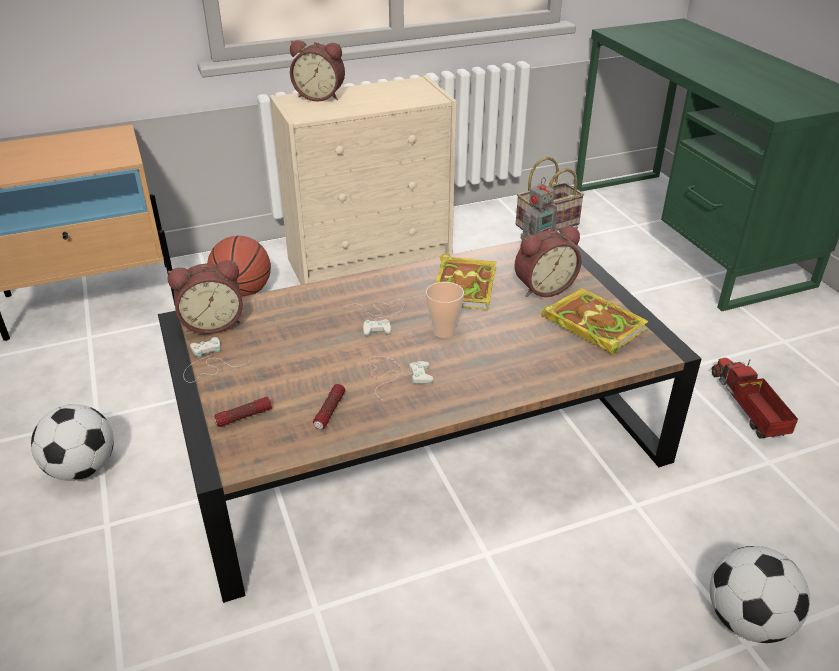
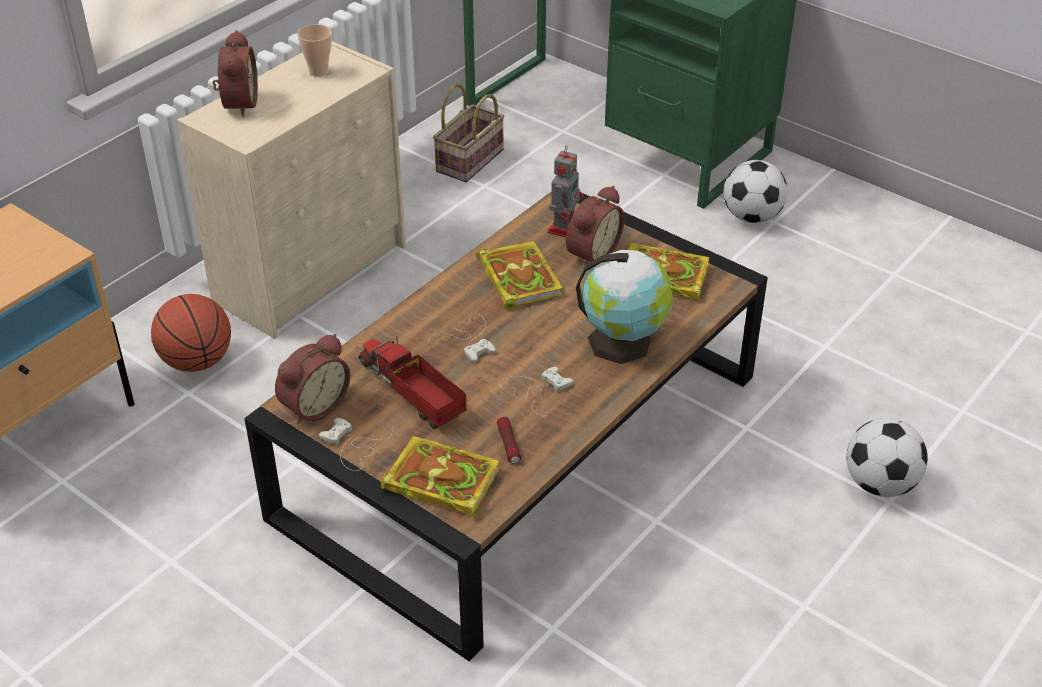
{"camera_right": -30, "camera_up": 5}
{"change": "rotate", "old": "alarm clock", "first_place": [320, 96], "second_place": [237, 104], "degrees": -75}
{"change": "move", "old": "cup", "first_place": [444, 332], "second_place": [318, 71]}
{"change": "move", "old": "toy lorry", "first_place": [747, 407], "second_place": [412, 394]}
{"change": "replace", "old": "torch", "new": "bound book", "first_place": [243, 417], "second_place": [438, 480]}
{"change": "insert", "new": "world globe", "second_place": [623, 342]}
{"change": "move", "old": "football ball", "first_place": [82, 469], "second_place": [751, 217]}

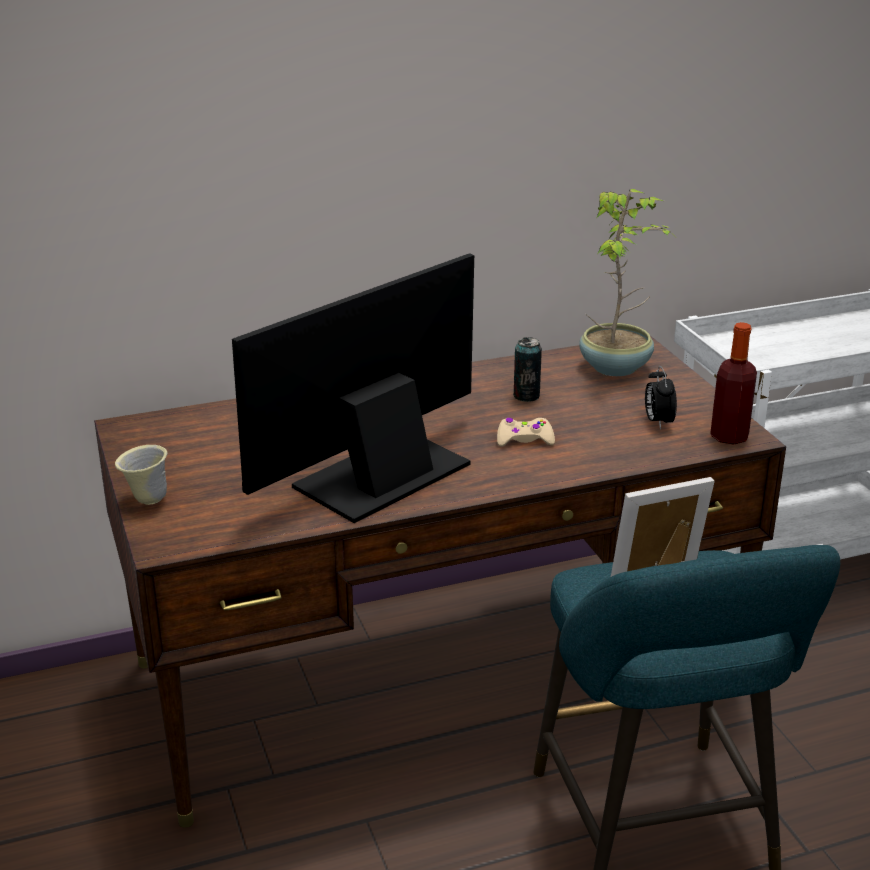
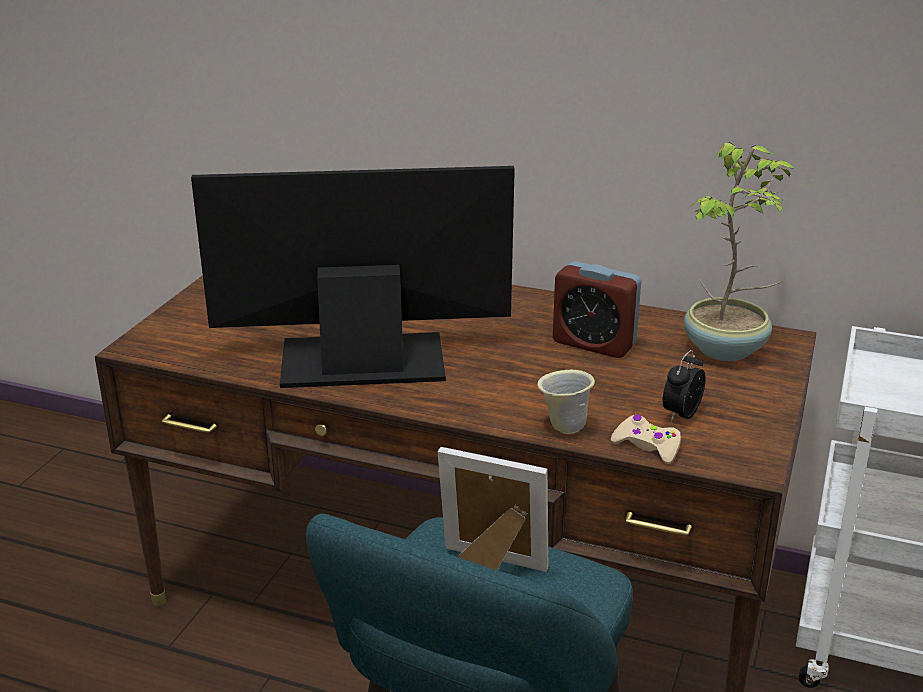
{"camera_right": 40, "camera_up": 0}
{"change": "move", "old": "tea mug (beige)", "first_place": [146, 500], "second_place": [563, 427]}
{"change": "replace", "old": "metal can", "new": "alarm clock", "first_place": [526, 396], "second_place": [594, 343]}
{"change": "move", "old": "joypad (beige)", "first_place": [524, 439], "second_place": [647, 446]}
{"change": "delete", "old": "bottle", "first_place": [729, 436]}

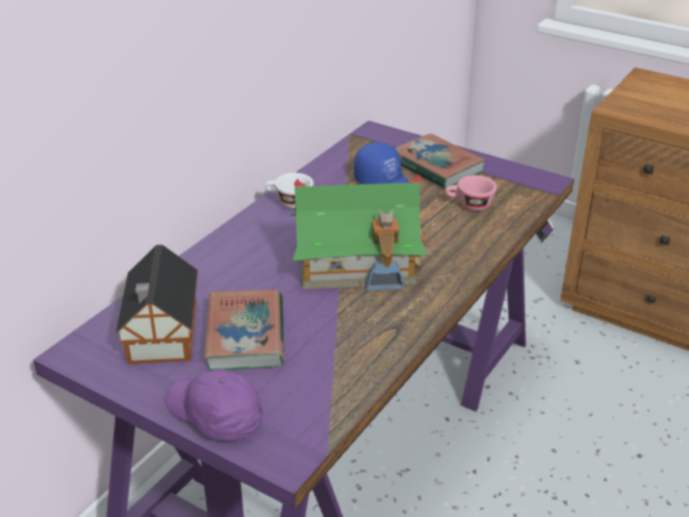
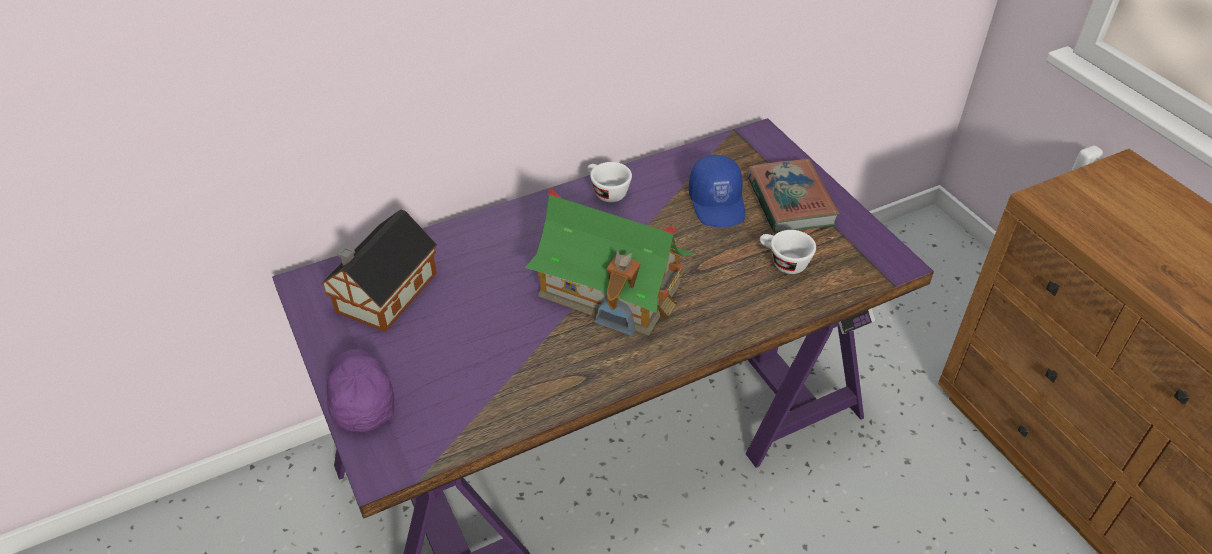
{"camera_right": 30, "camera_up": 10}
{"change": "recolor", "old": "cup (pink)", "new": "cup (white)", "first_place": [469, 205], "second_place": [783, 262]}
{"change": "delete", "old": "bound book", "first_place": [246, 335]}

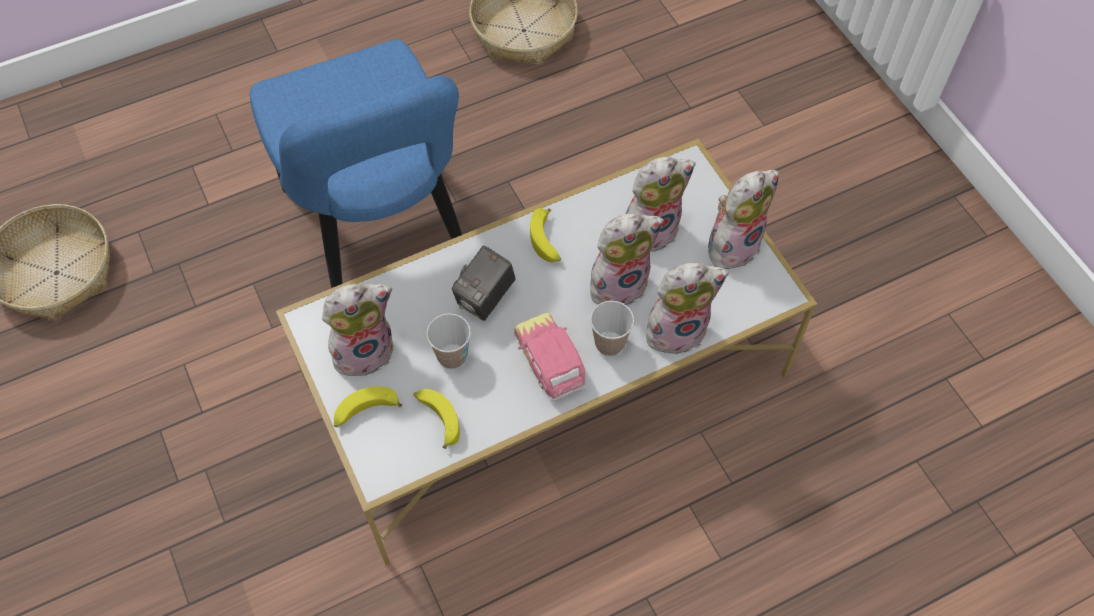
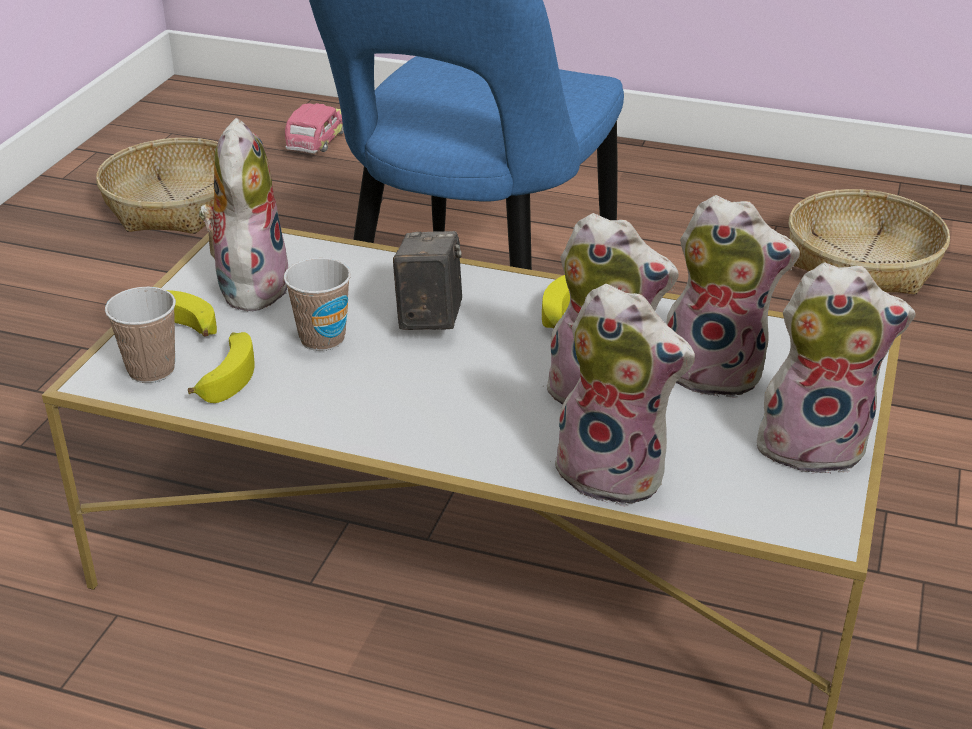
{"camera_right": 45, "camera_up": -25}
{"change": "move", "old": "cup", "first_place": [609, 343], "second_place": [151, 370]}
{"change": "rotate", "old": "plush toy", "first_place": [364, 350], "second_place": [249, 286], "degrees": -105}
{"change": "move", "old": "model car", "first_place": [549, 362], "second_place": [317, 142]}
{"change": "rotate", "old": "photo camera", "first_place": [485, 299], "second_place": [429, 318], "degrees": 105}

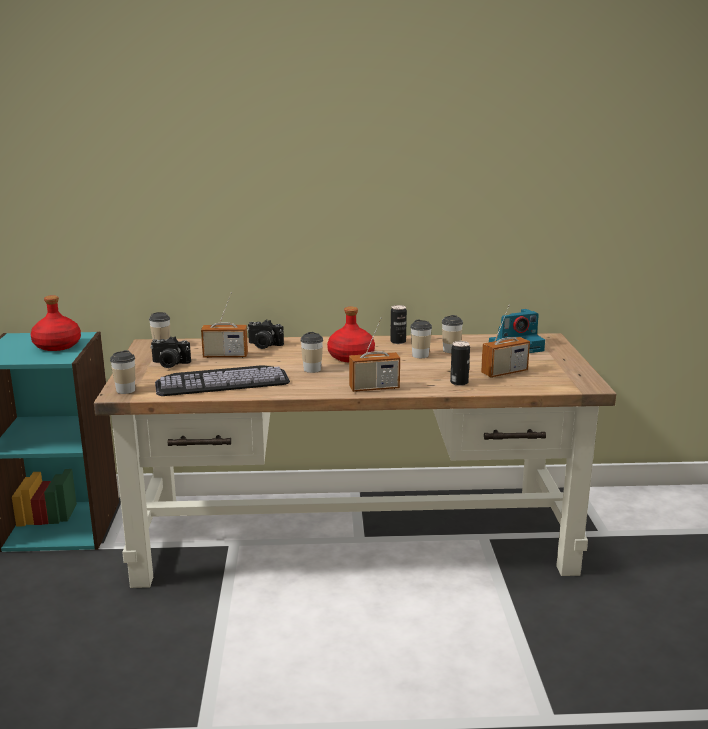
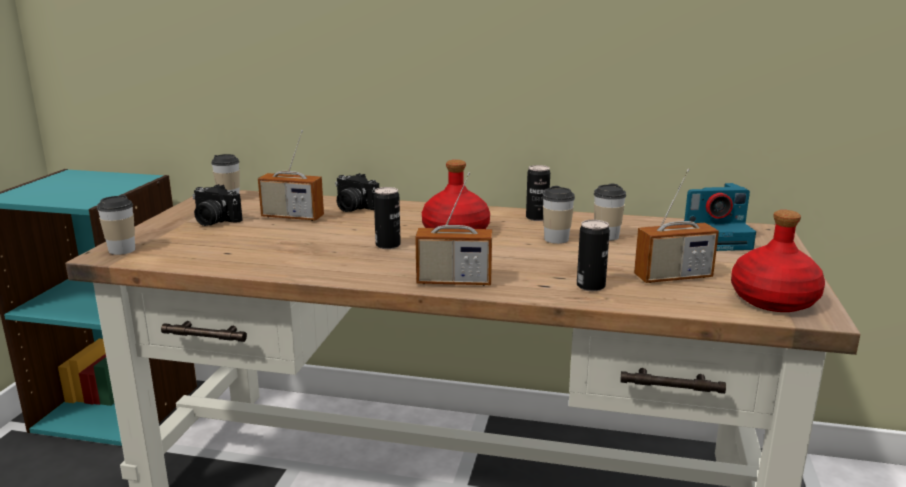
{"camera_right": 15, "camera_up": 0}
{"change": "replace", "old": "cup", "new": "metal can", "first_place": [312, 369], "second_place": [388, 245]}
{"change": "move", "old": "bottle (red-coloured)", "first_place": [58, 346], "second_place": [774, 300]}
{"change": "delete", "old": "computer keyboard", "first_place": [222, 380]}

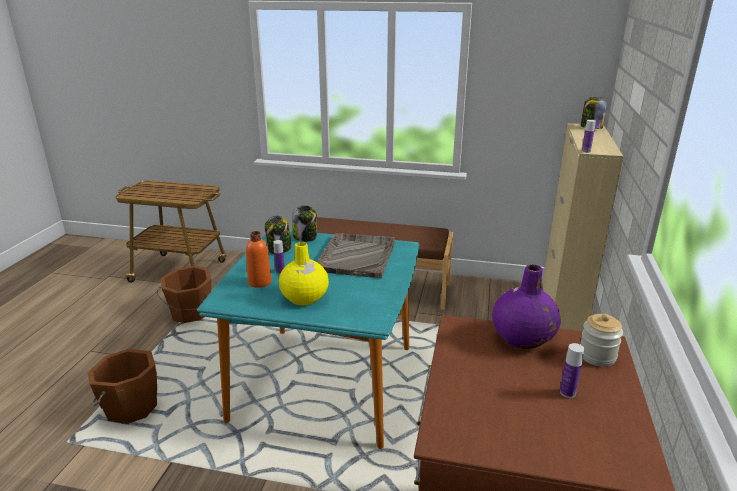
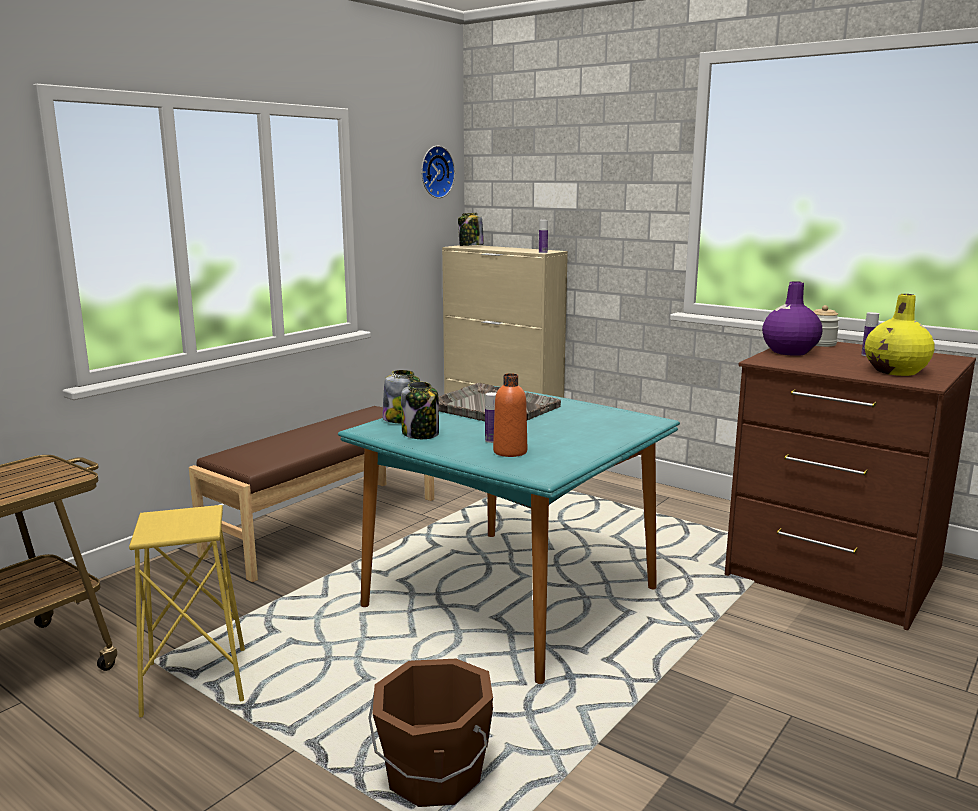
{"camera_right": -65, "camera_up": -10}
{"change": "replace", "old": "pail (brownish)", "new": "stool (yellow-coloured)", "first_place": [191, 313], "second_place": [195, 682]}
{"change": "insert", "new": "wall clock", "second_place": [435, 172]}
{"change": "move", "old": "vase (yellow-coloured)", "first_place": [304, 298], "second_place": [896, 371]}

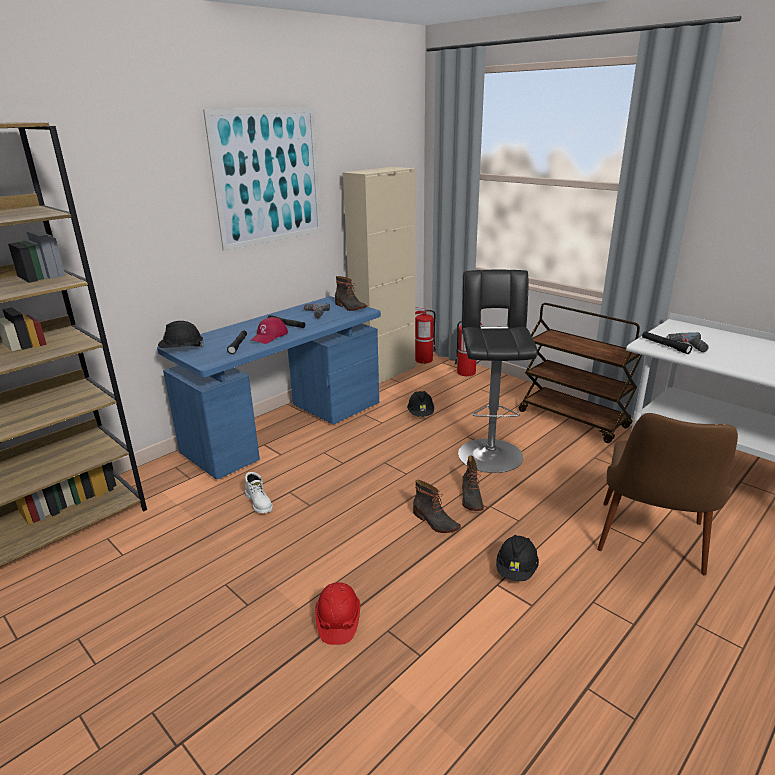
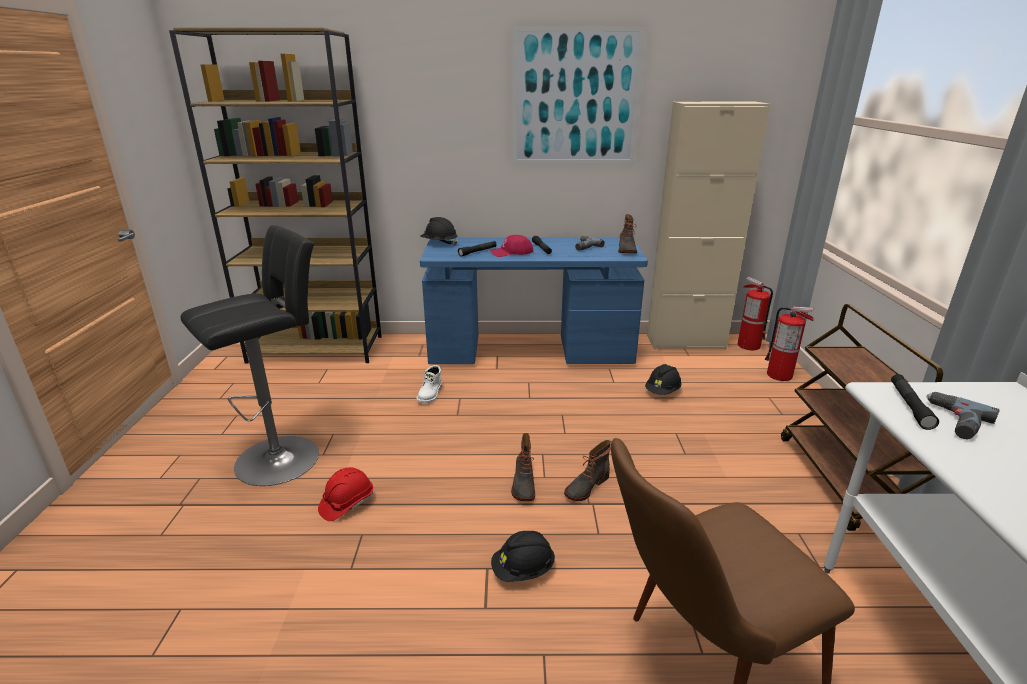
{"camera_right": 45, "camera_up": 0}
{"change": "move", "old": "stool (black)", "first_place": [489, 452], "second_place": [283, 457]}

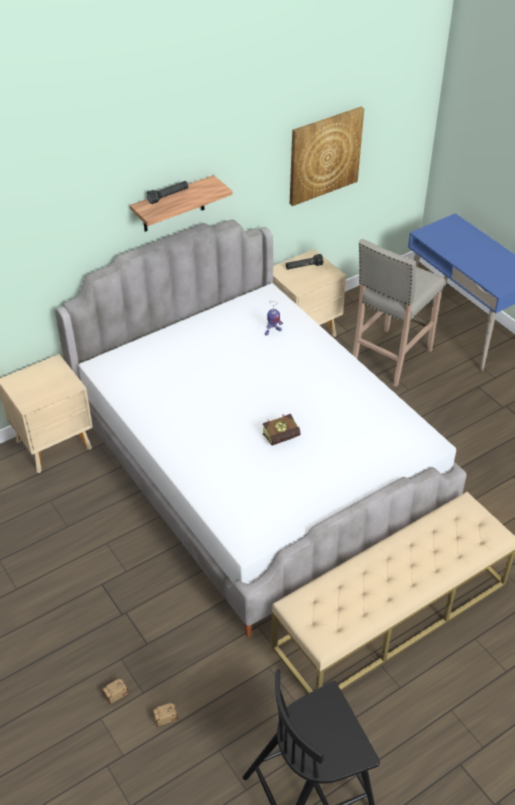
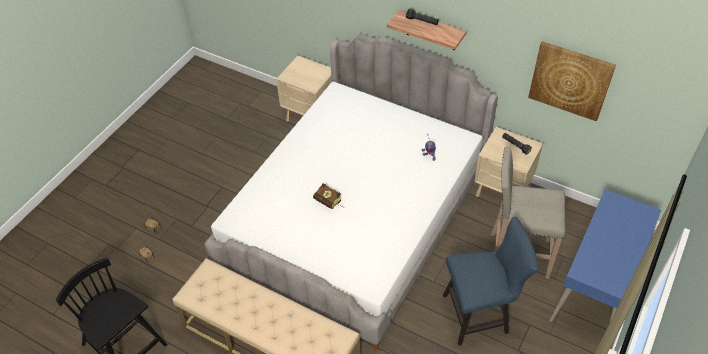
{"camera_right": 65, "camera_up": 5}
{"change": "insert", "new": "chair (bluish)", "second_place": [480, 314]}

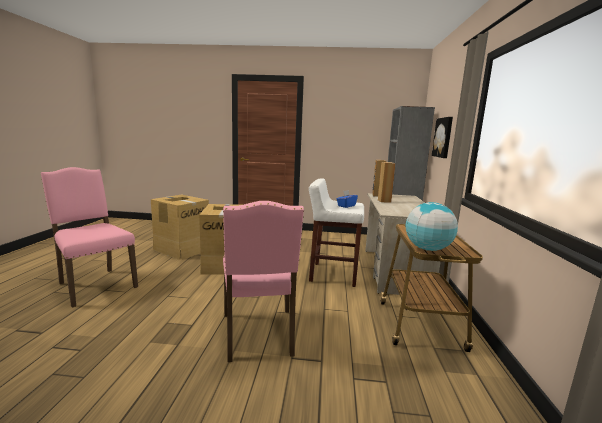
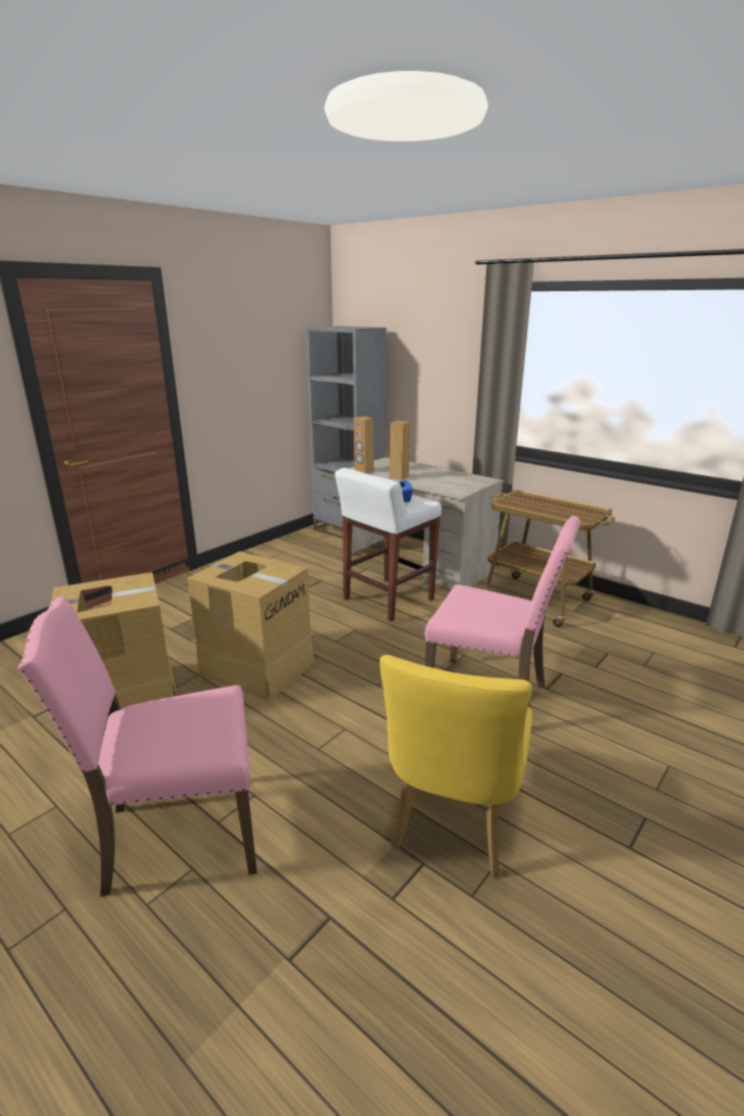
{"camera_right": -55, "camera_up": 10}
{"change": "insert", "new": "chair (yellow-coloured)", "second_place": [453, 825]}
{"change": "delete", "old": "world globe", "first_place": [427, 249]}
{"change": "delete", "old": "wall art", "first_place": [443, 137]}

